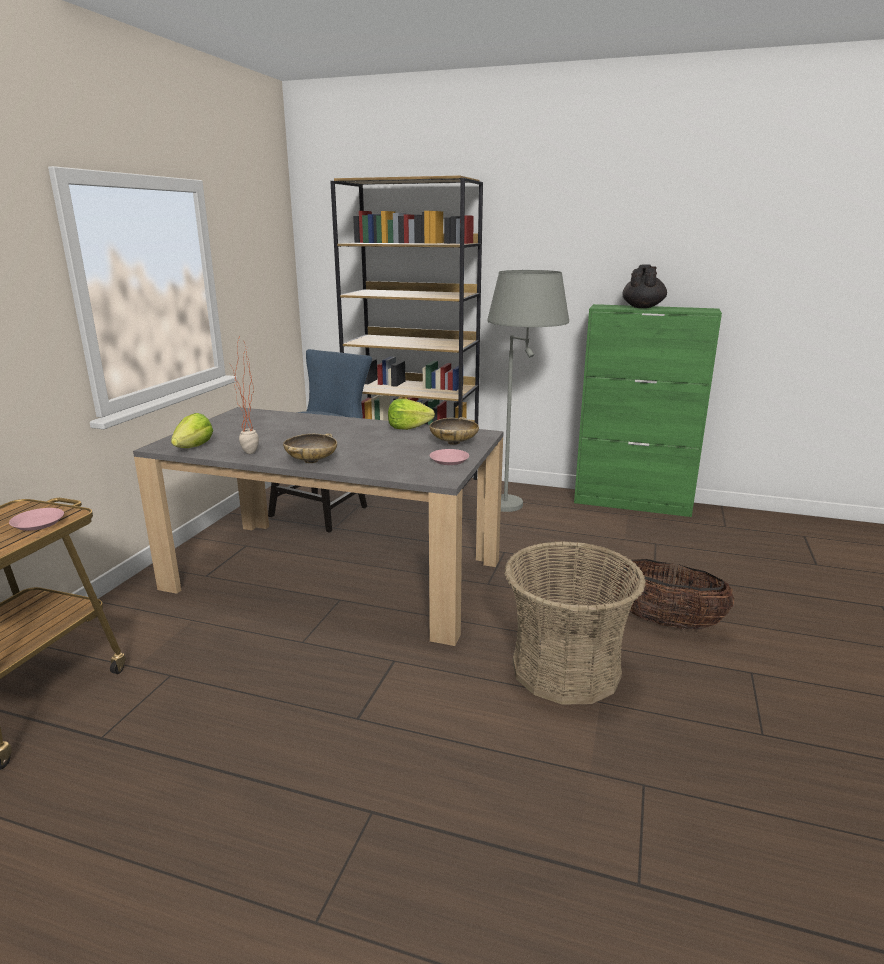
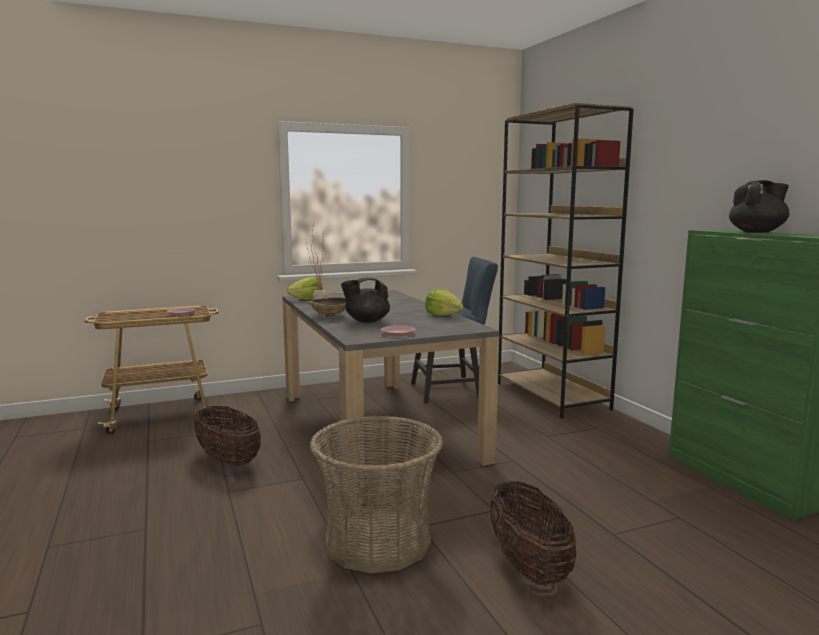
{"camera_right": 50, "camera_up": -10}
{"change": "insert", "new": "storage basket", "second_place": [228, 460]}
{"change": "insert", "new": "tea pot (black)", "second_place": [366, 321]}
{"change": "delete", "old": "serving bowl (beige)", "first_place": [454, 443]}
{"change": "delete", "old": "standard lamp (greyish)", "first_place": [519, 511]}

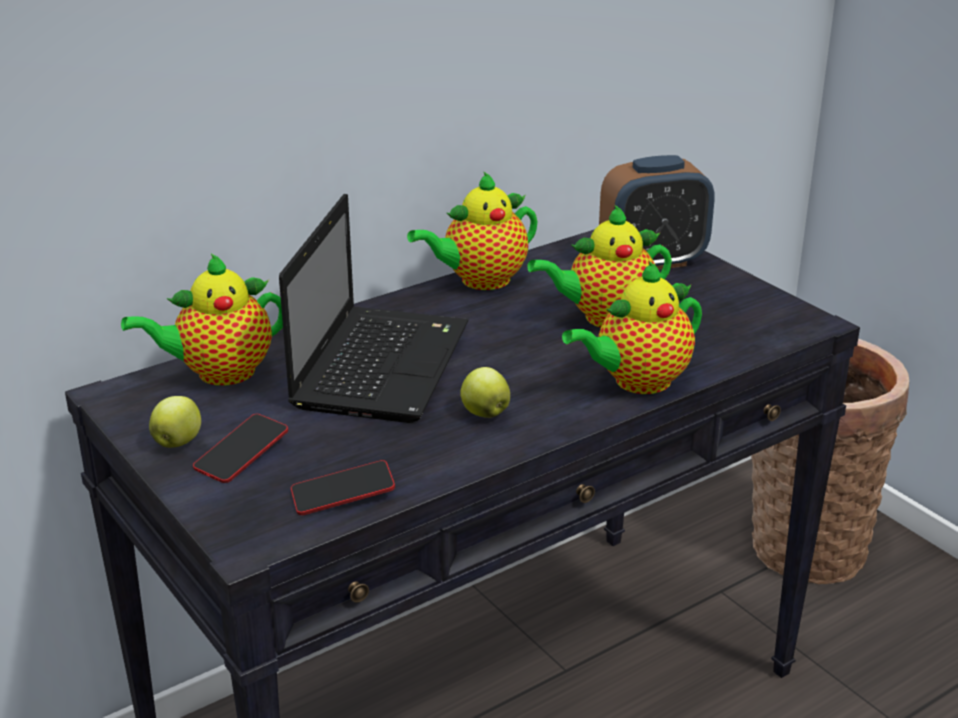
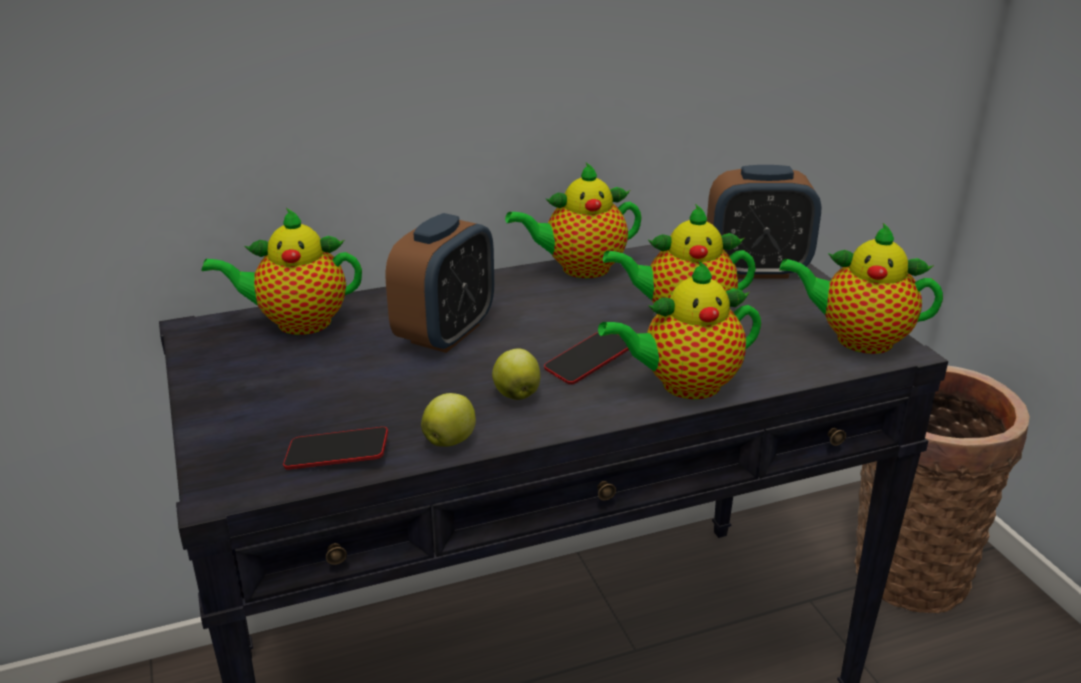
{"camera_right": 15, "camera_up": 0}
{"change": "replace", "old": "laptop", "new": "alarm clock", "first_place": [381, 364], "second_place": [445, 333]}
{"change": "move", "old": "apple", "first_place": [178, 442], "second_place": [450, 441]}
{"change": "move", "old": "handset", "first_place": [242, 454], "second_place": [588, 362]}
{"change": "insert", "new": "tea pot", "second_place": [857, 339]}

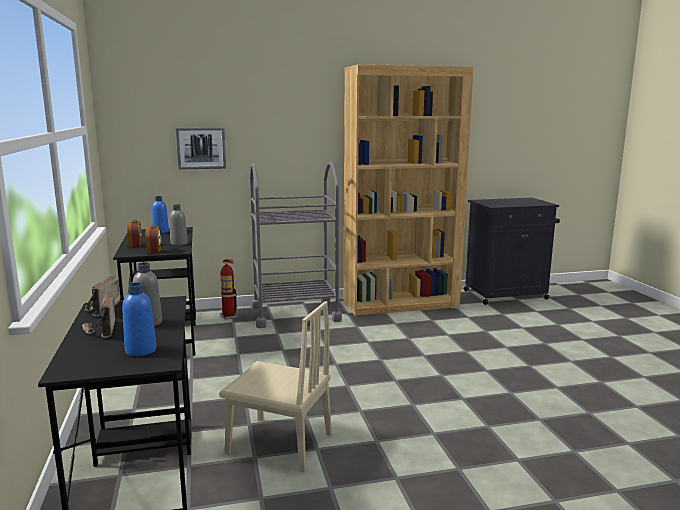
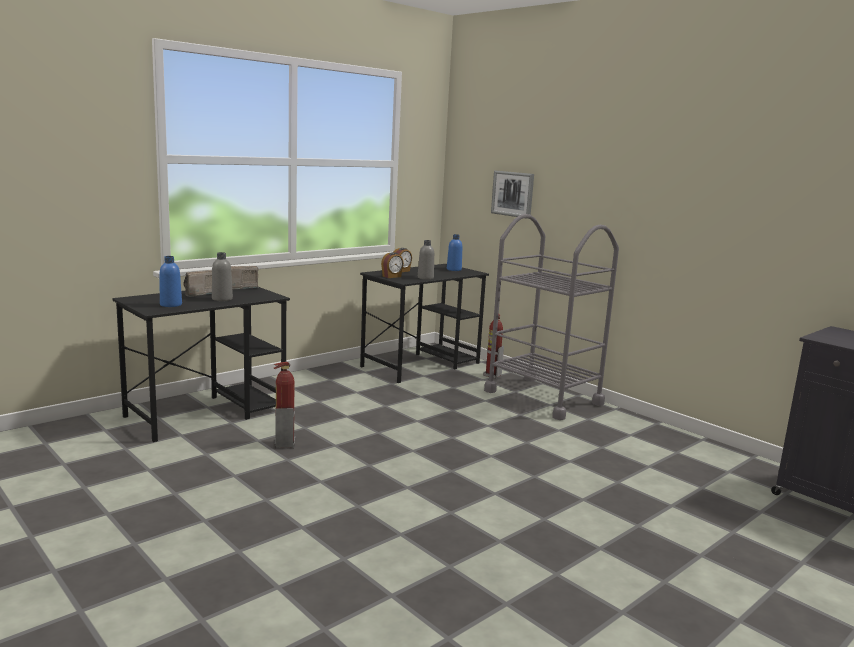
{"camera_right": 60, "camera_up": 0}
{"change": "replace", "old": "chair (beige)", "new": "fire extinguisher", "first_place": [279, 443], "second_place": [284, 444]}
{"change": "delete", "old": "bookcase (brownish)", "first_place": [401, 304]}

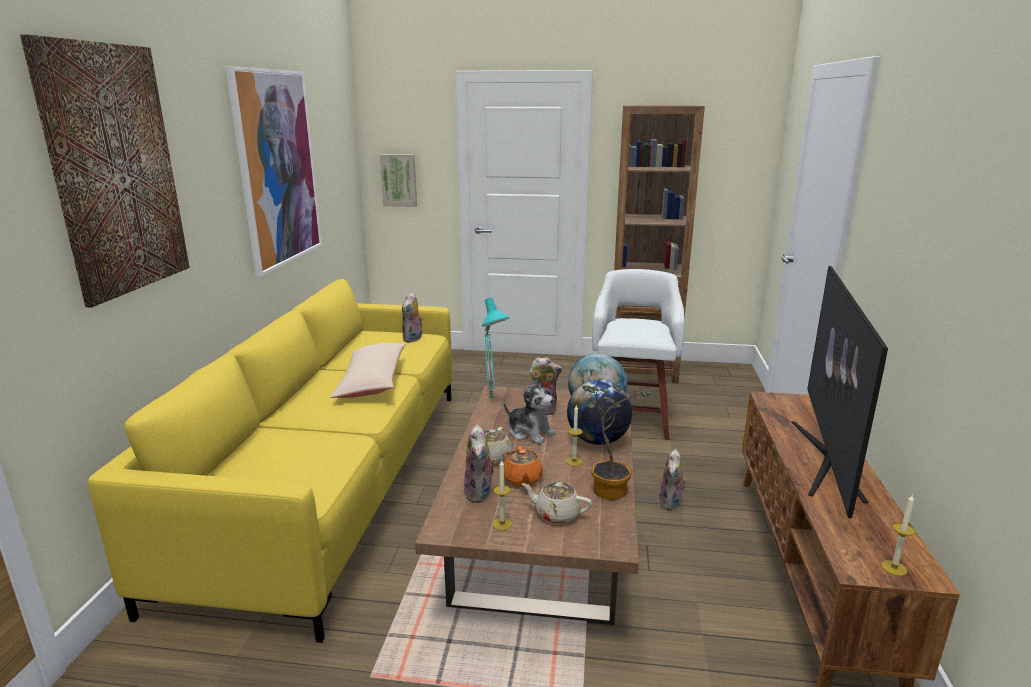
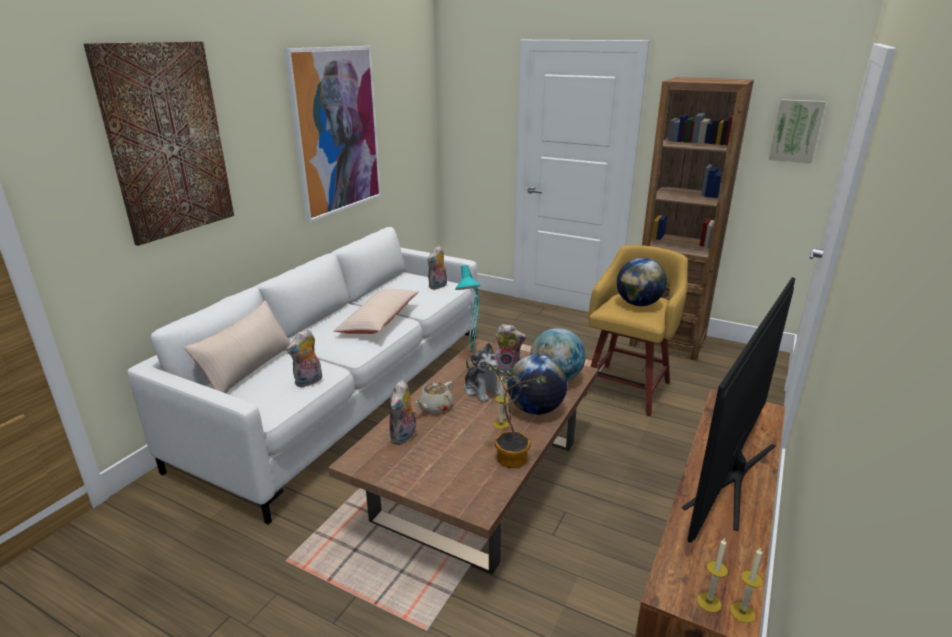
{"camera_right": 20, "camera_up": 5}
{"change": "recolor", "old": "settee (yellow-coloured)", "new": "settee (white)", "first_place": [334, 481], "second_place": [346, 396]}
{"change": "insert", "new": "cushion (beige)", "second_place": [248, 369]}
{"change": "move", "old": "plush toy", "first_place": [671, 503], "second_place": [309, 382]}
{"change": "recolor", "old": "stool (white)", "new": "stool (yellow-coloured)", "first_place": [632, 417], "second_place": [628, 387]}
{"change": "insert", "new": "world globe", "second_place": [638, 304]}
{"change": "move", "old": "wax light", "first_place": [502, 524], "second_place": [742, 612]}
{"change": "move", "old": "wall art", "first_place": [399, 180], "second_place": [796, 131]}
{"change": "delete", "old": "tea pot (orange-coloured)", "first_place": [522, 479]}
{"change": "delete", "old": "tea pot (beige)", "first_place": [556, 514]}

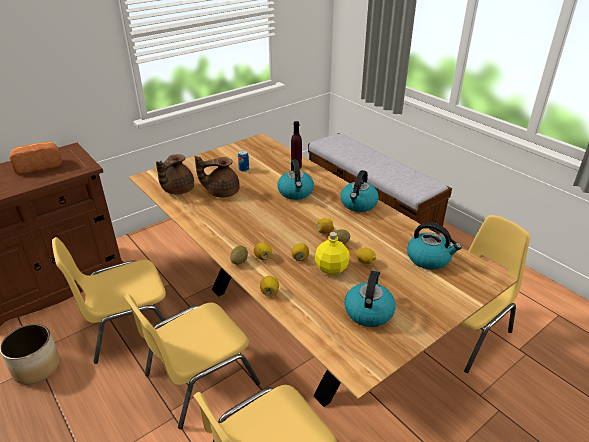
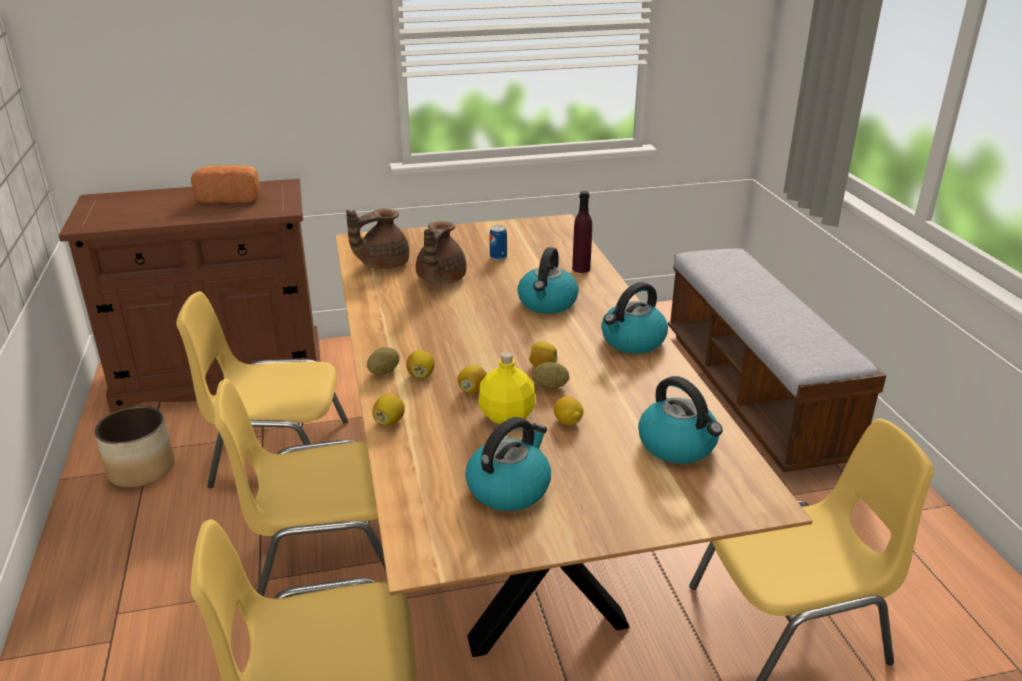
{"camera_right": 25, "camera_up": -5}
{"change": "rotate", "old": "tea pot (brownish)", "first_place": [221, 192], "second_place": [439, 279], "degrees": -90}

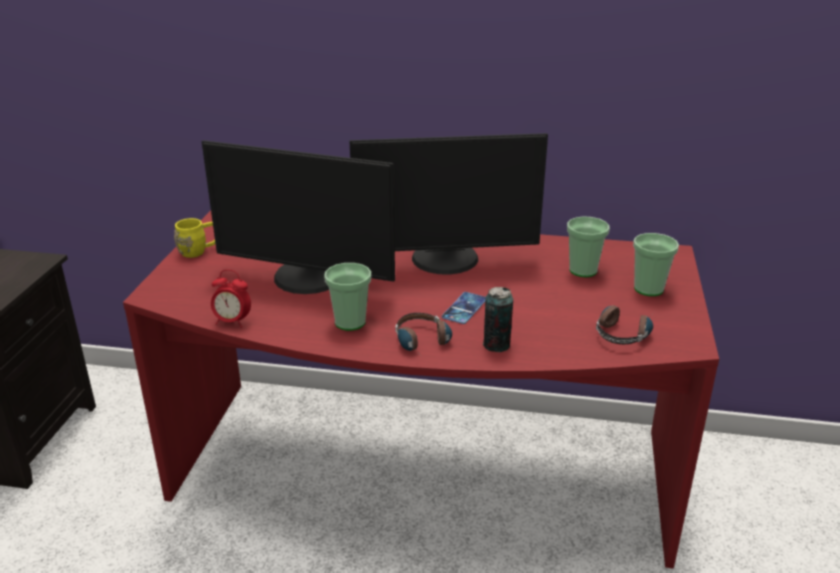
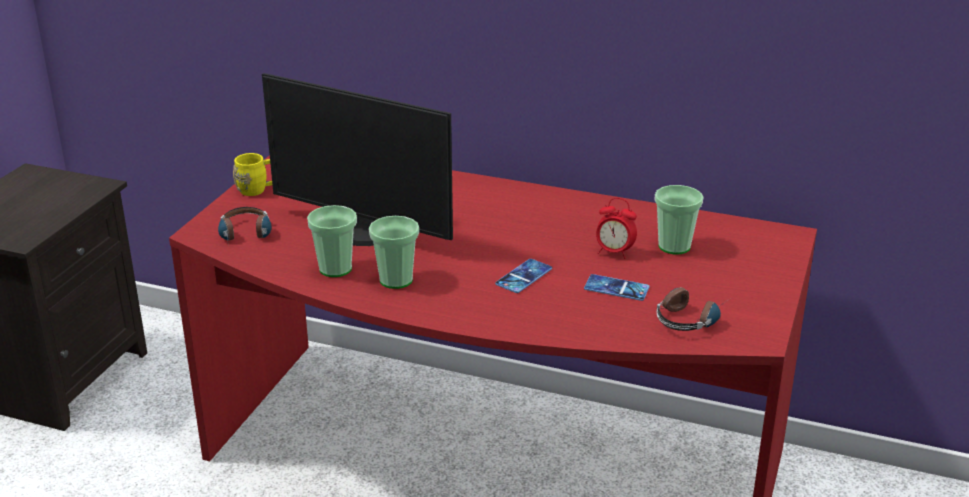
{"camera_right": 10, "camera_up": 0}
{"change": "move", "old": "headset", "first_place": [424, 344], "second_place": [246, 236]}
{"change": "move", "old": "cup", "first_place": [648, 289], "second_place": [335, 269]}
{"change": "insert", "new": "handset", "second_place": [616, 288]}
{"change": "move", "old": "alarm clock", "first_place": [232, 322], "second_place": [614, 253]}
{"change": "delete", "old": "computer display", "first_place": [445, 260]}
{"change": "delete", "old": "metal can", "first_place": [496, 345]}

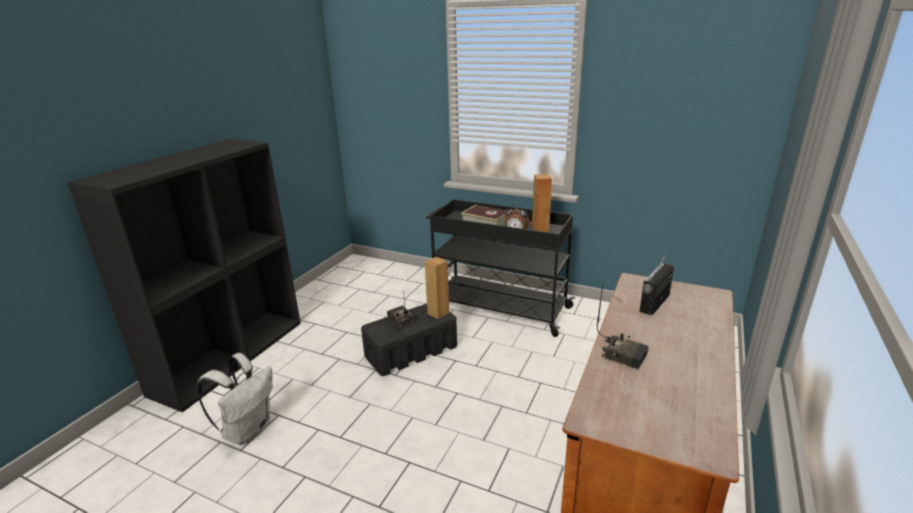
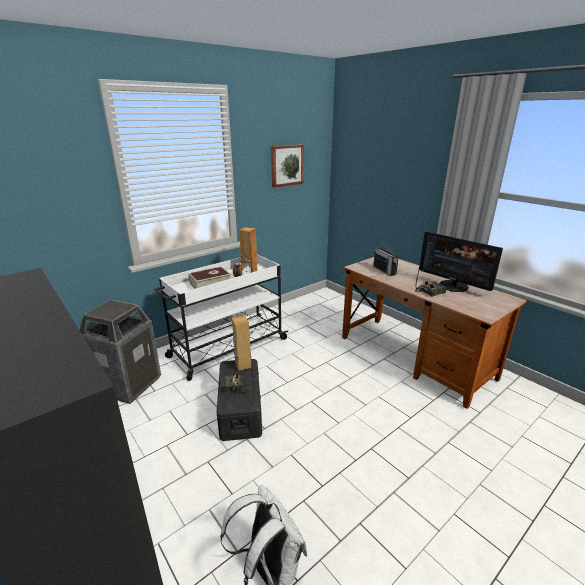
{"camera_right": -65, "camera_up": 0}
{"change": "insert", "new": "trash can", "second_place": [128, 384]}
{"change": "recolor", "old": "wheeled cart (black)", "new": "wheeled cart (white)", "first_place": [498, 308], "second_place": [227, 348]}
{"change": "insert", "new": "wall art", "second_place": [286, 165]}
{"change": "insert", "new": "computer display", "second_place": [453, 286]}

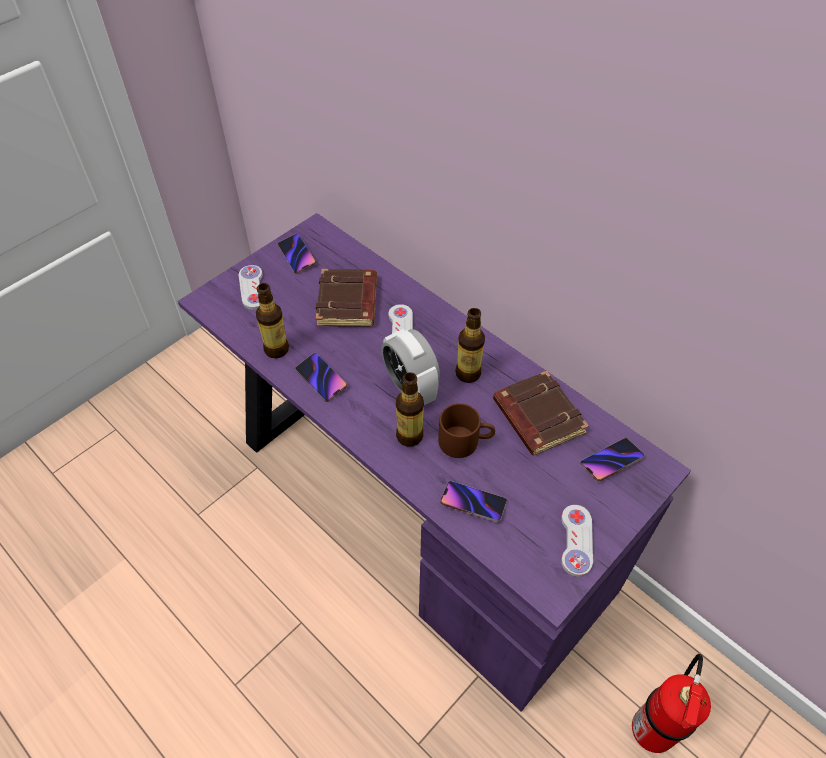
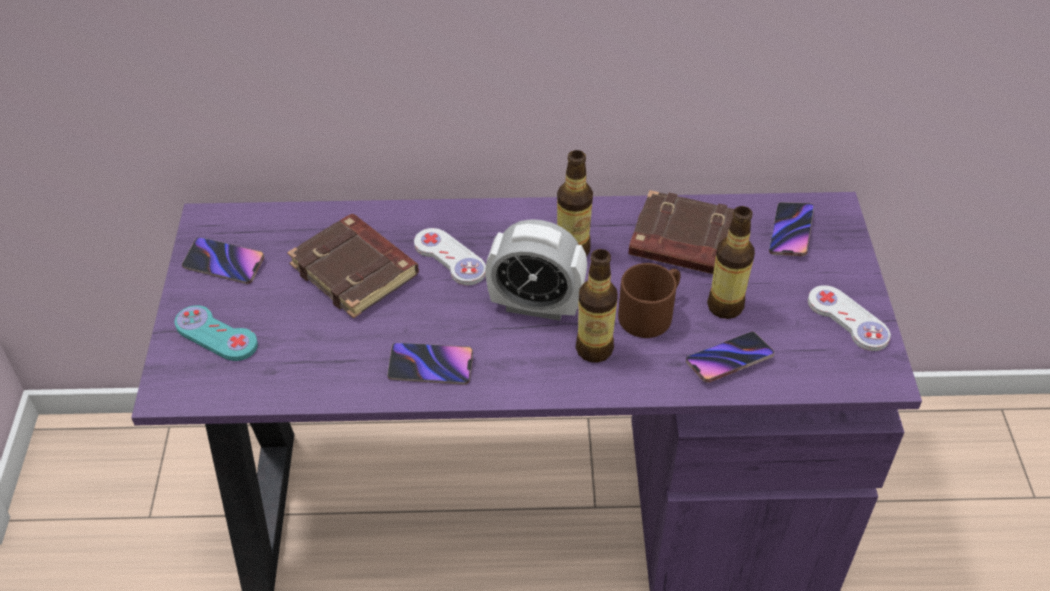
{"camera_right": -45, "camera_up": -5}
{"change": "recolor", "old": "joypad (white)", "new": "joypad (turquoise-coloured)", "first_place": [252, 288], "second_place": [216, 335]}
{"change": "move", "old": "bottle", "first_place": [276, 349], "second_place": [725, 306]}
{"change": "delete", "old": "fire extinguisher", "first_place": [652, 726]}

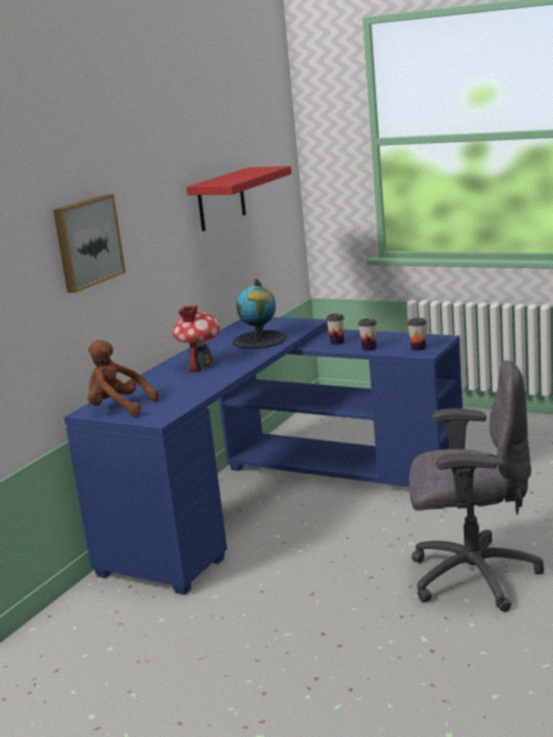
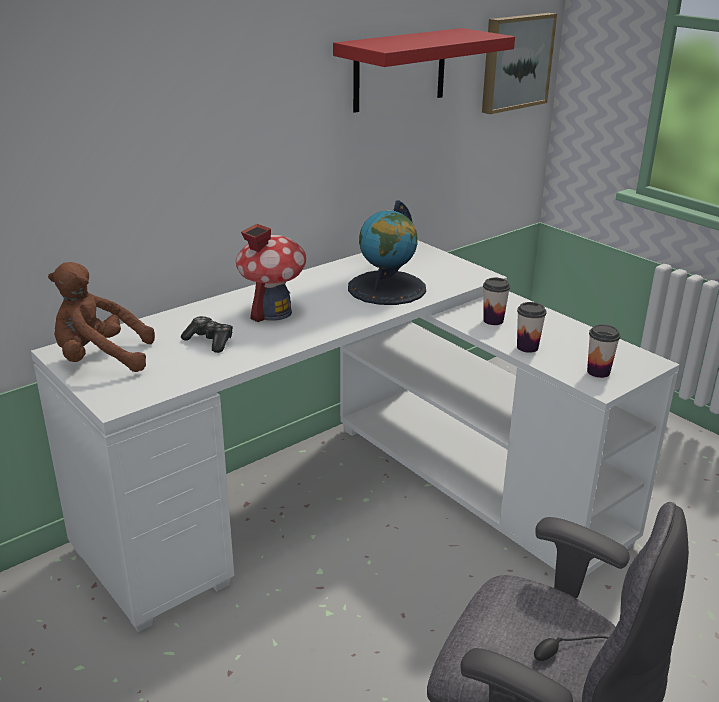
{"camera_right": 20, "camera_up": 10}
{"change": "recolor", "old": "desk (bluish)", "new": "desk (white)", "first_place": [273, 499], "second_place": [357, 501]}
{"change": "rotate", "old": "plush toy (brownish)", "first_place": [118, 408], "second_place": [100, 359], "degrees": -45}
{"change": "insert", "new": "joypad", "second_place": [209, 341]}
{"change": "move", "old": "wall art", "first_place": [87, 242], "second_place": [515, 62]}

